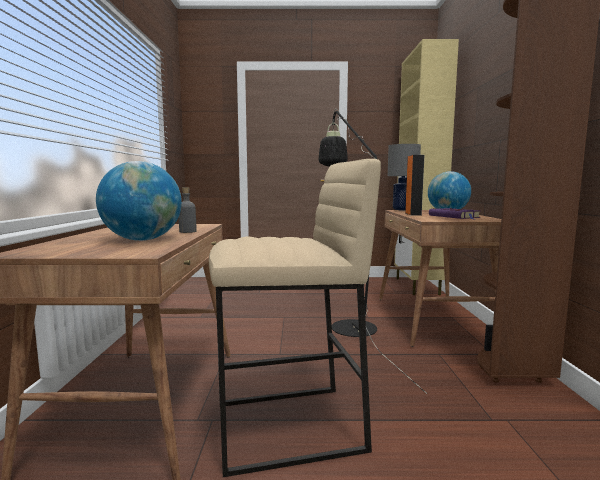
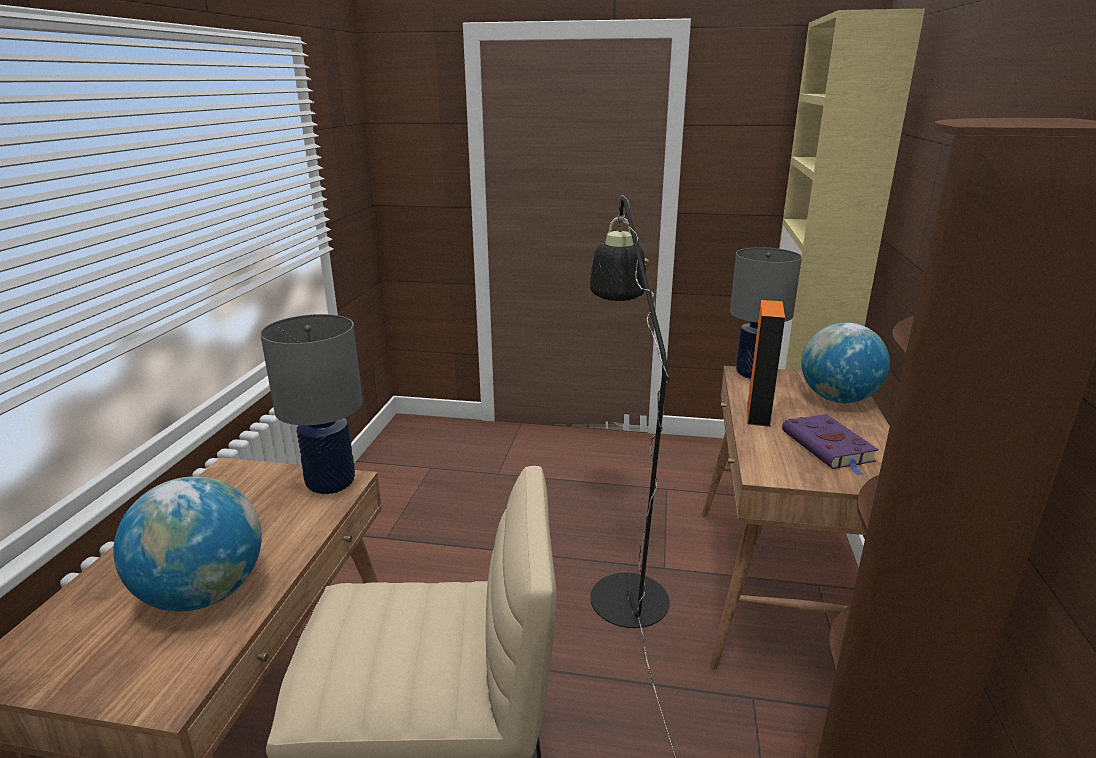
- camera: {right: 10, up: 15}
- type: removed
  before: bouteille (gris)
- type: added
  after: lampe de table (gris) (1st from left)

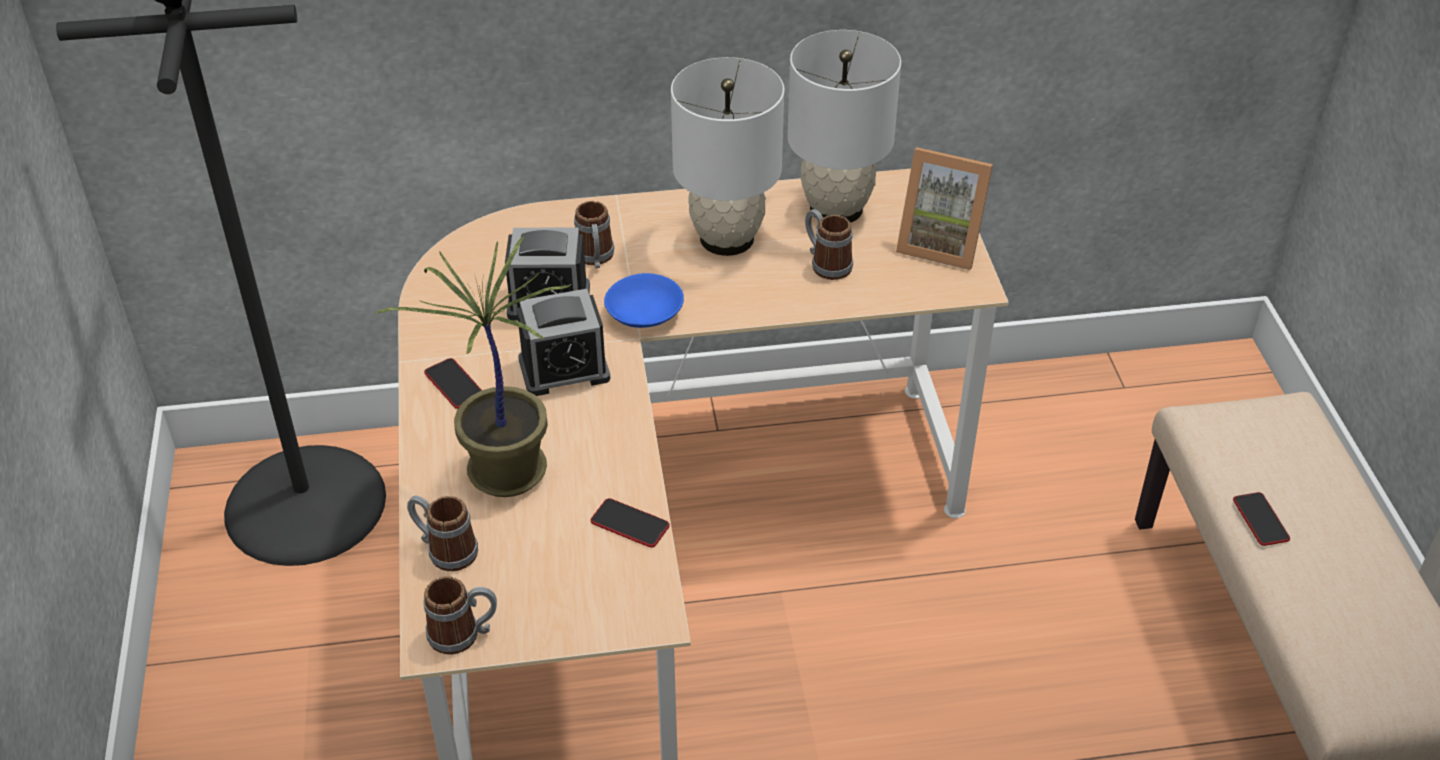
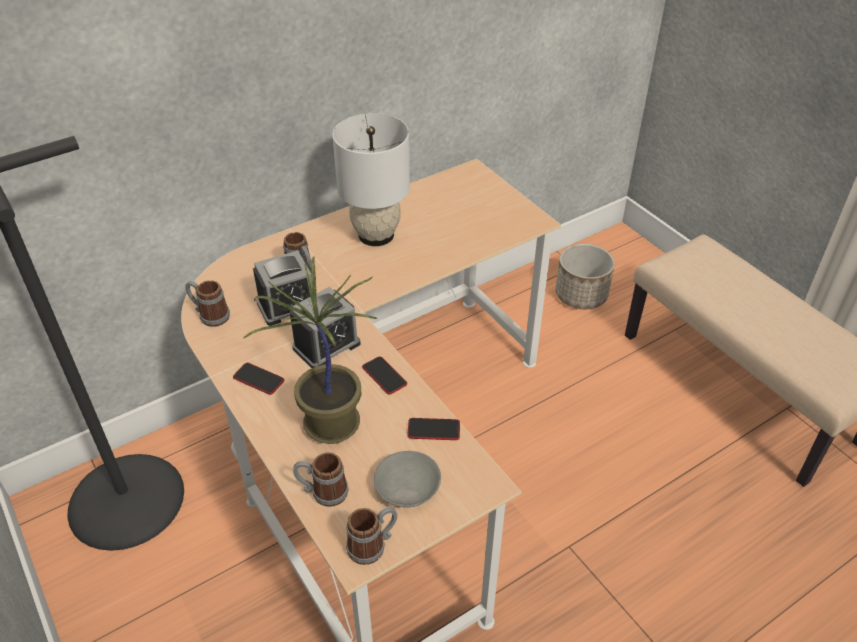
- camera: {right: -25, up: 0}
- type: removed
  before: lampe de table (blanc) (2nd from left)
- type: removed
  before: cadre photo
- type: moved
  before: mug (4th from left in the first image)
  after: mug (1st from left)
- type: removed
  before: bol (bleu)
- type: moved
  before: téléphone (3rd from left in the first image)
  after: téléphone (2nd from left)
- type: added
  after: cache-pot
- type: added
  after: bol (gris)

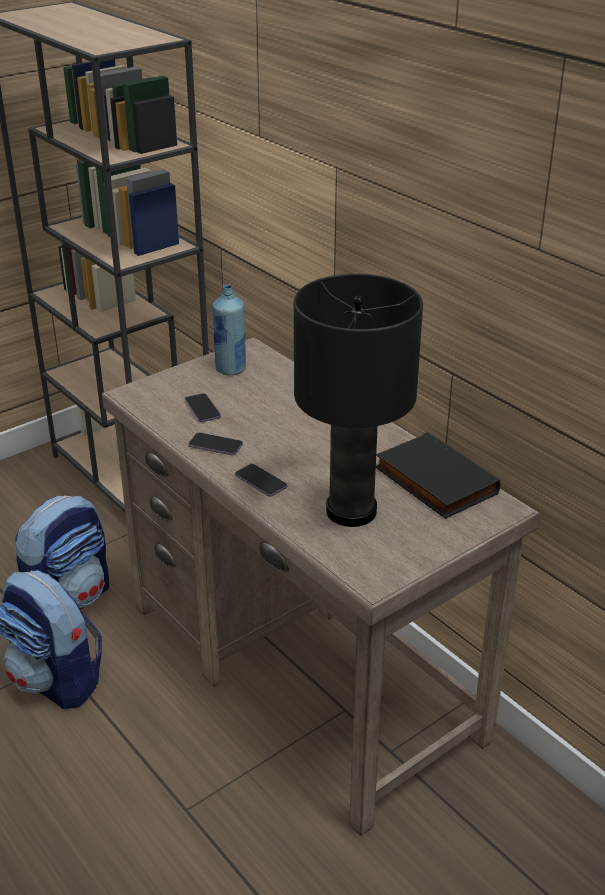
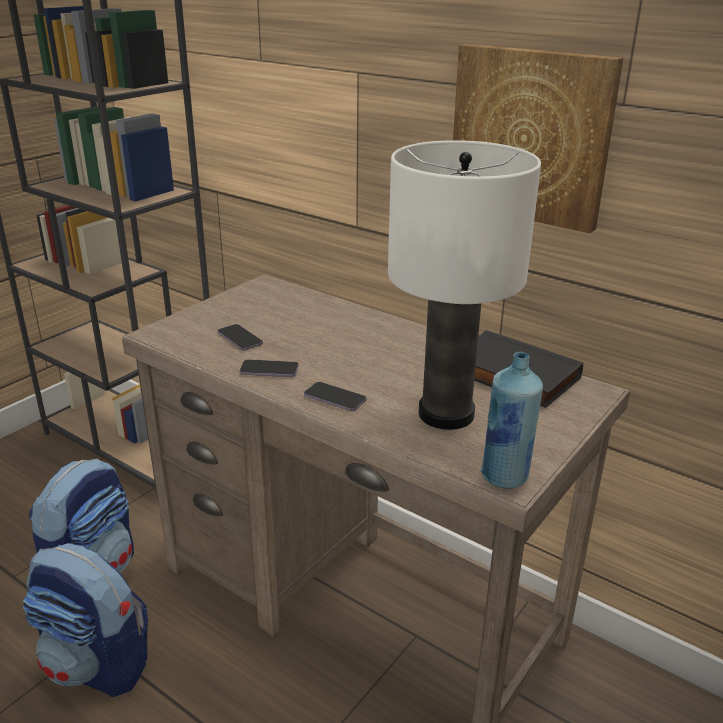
- camera: {right: -15, up: -5}
- type: recoloured
  before: lampe de table (noir)
  after: lampe de table (blanc)
- type: moved
  before: bouteille (bleu)
- type: added
  after: tableau

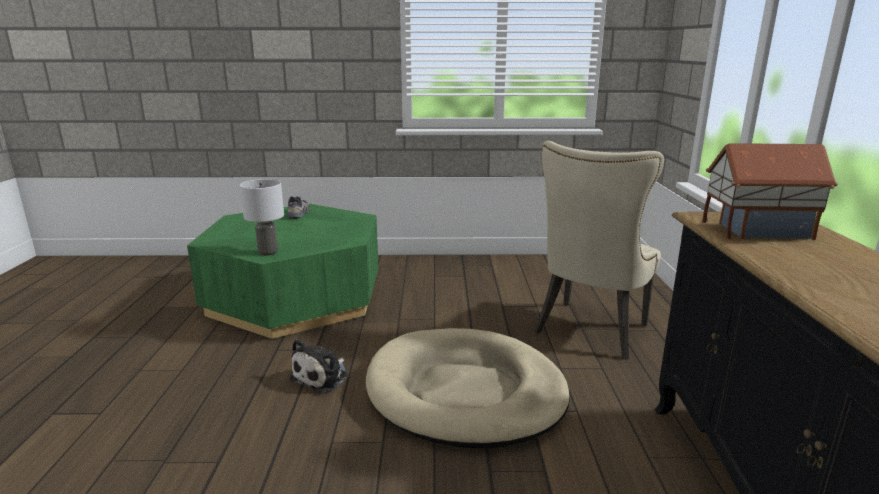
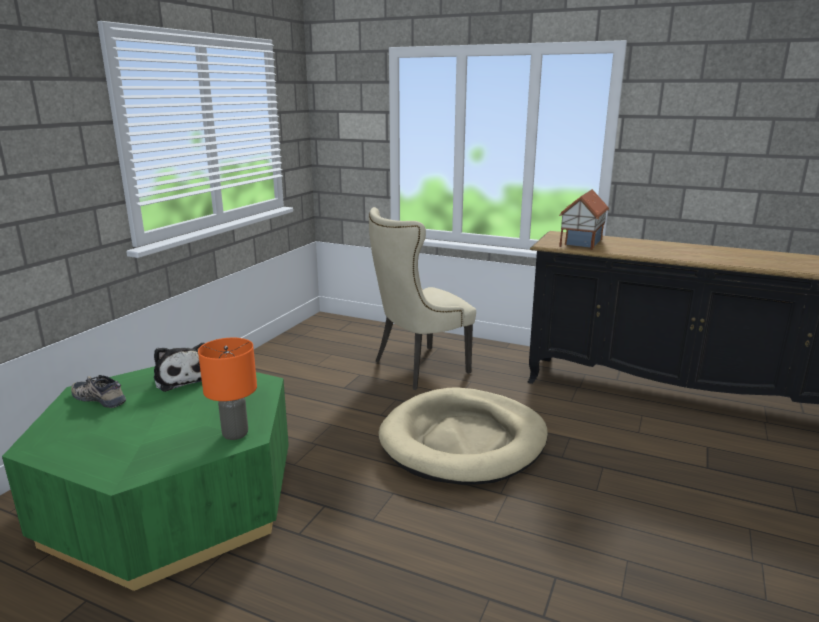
- camera: {right: -65, up: 0}
- type: turned
  before: chaise (beige)
  turn: 90
- type: recoloured
  before: lampe de table (blanc)
  after: lampe de table (orange)
- type: moved
  before: peluche

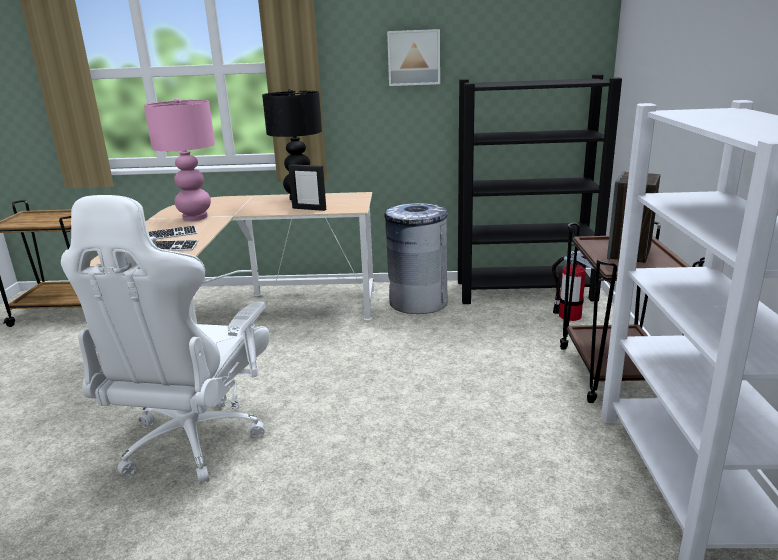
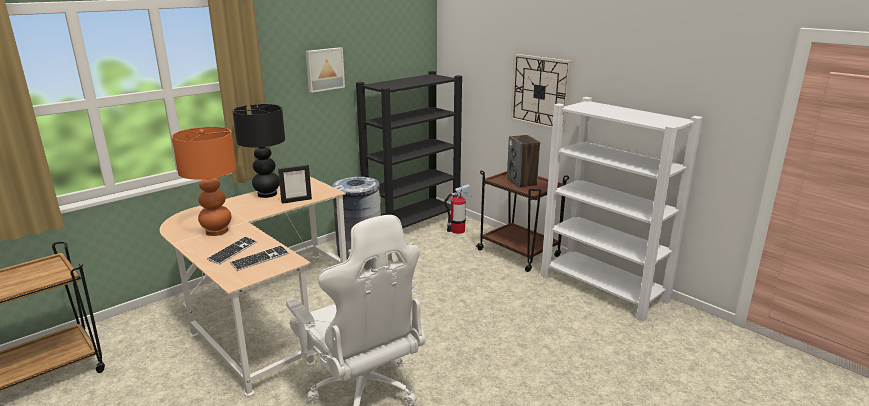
- camera: {right: -45, up: 0}
- type: recoloured
  before: lampe de table (rose)
  after: lampe de table (orange)
- type: added
  after: horloge murale

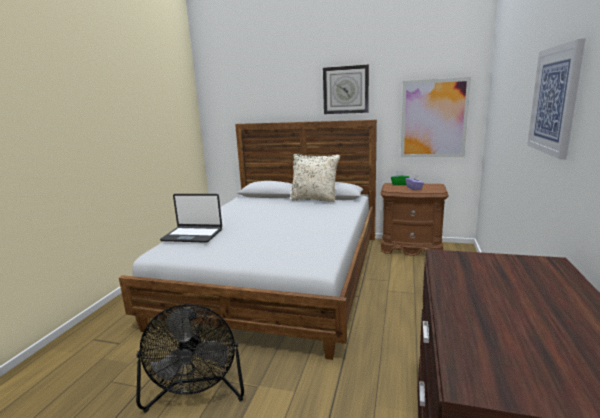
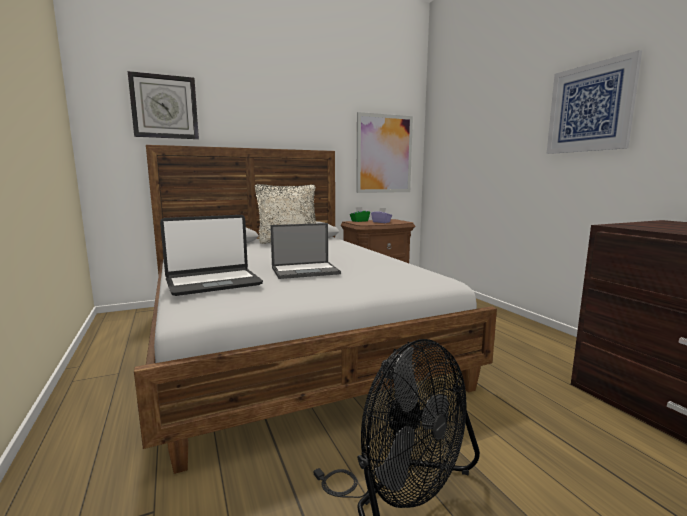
- camera: {right: -40, up: -5}
- type: moved
  before: horloge murale
- type: added
  after: ordinateur portable (2nd from left)

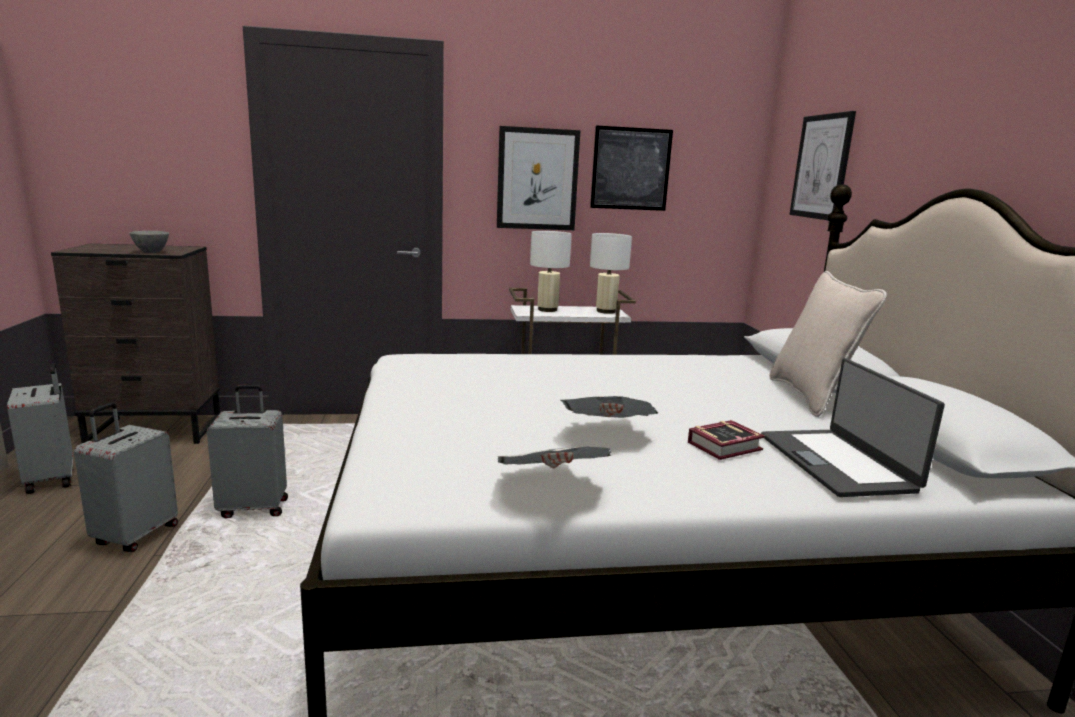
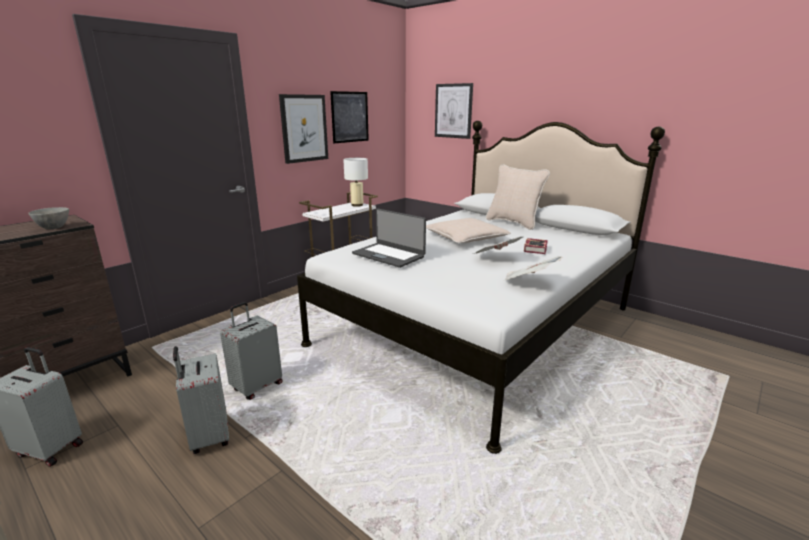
- camera: {right: -40, up: 5}
- type: removed
  before: lampe de table (blanc) (1st from left)
- type: moved
  before: ordinateur portable
- type: added
  after: coussin (beige) (1st from left)

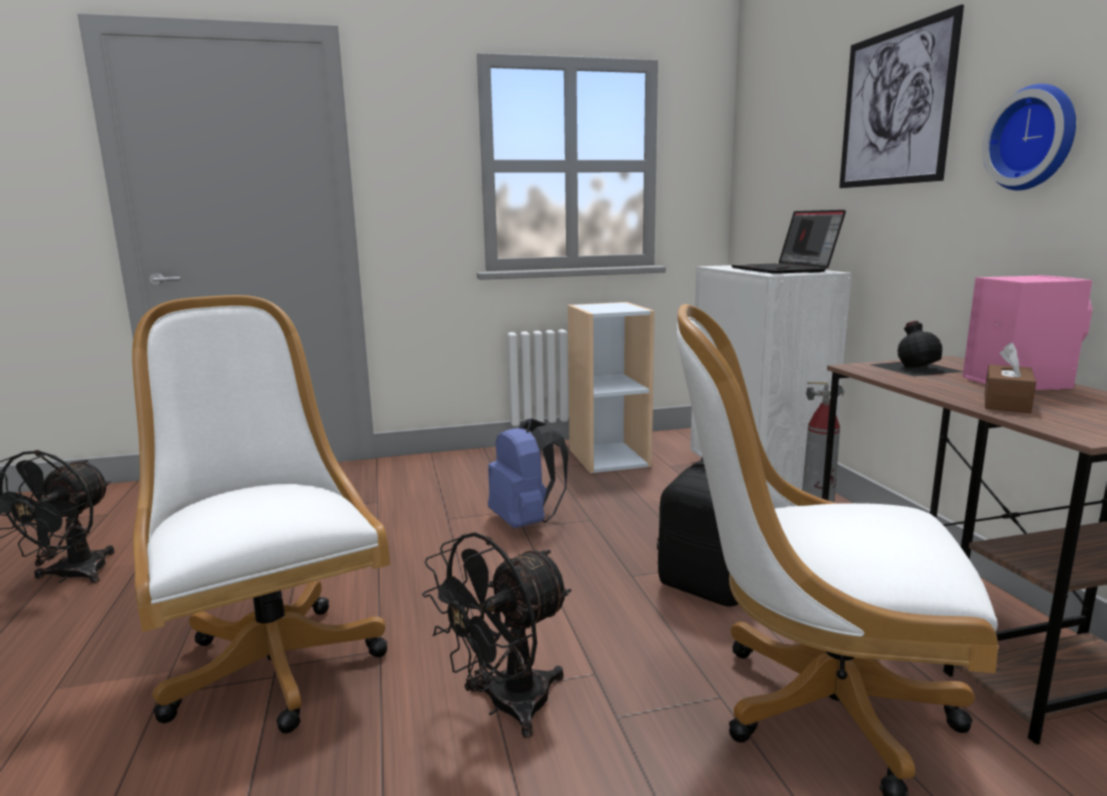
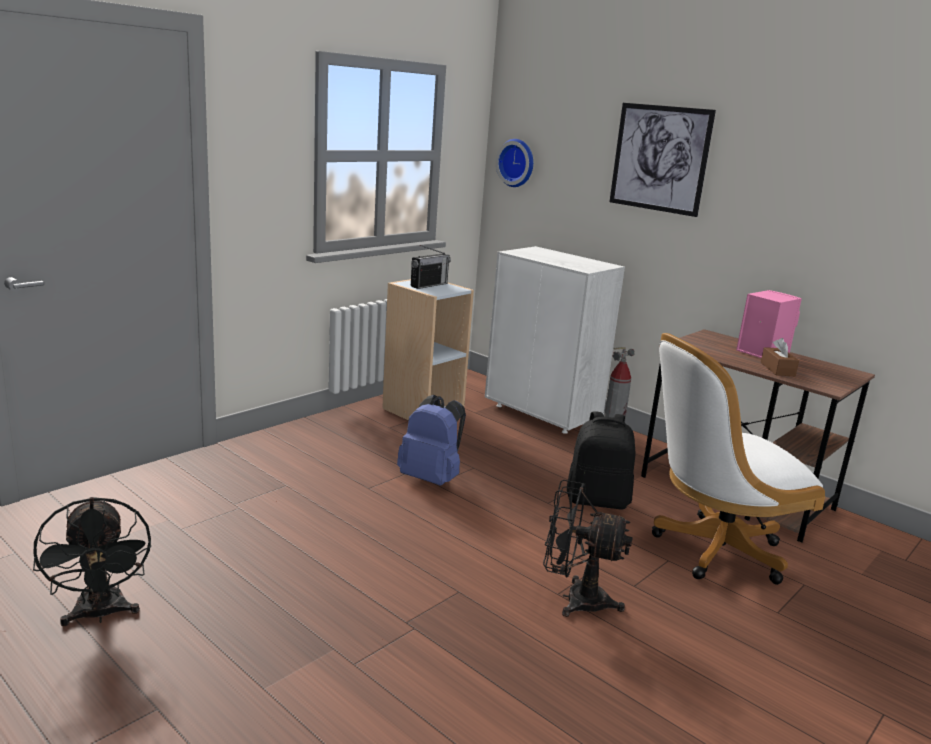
- camera: {right: -35, up: 5}
- type: moved
  before: horloge murale
- type: removed
  before: ordinateur portable
- type: removed
  before: chaise de bureau (blanc) (1st from left)
- type: removed
  before: bouteille (noir)
- type: turned
  before: ventilateur (noir) (2nd from left)
  turn: 90
- type: added
  after: radio

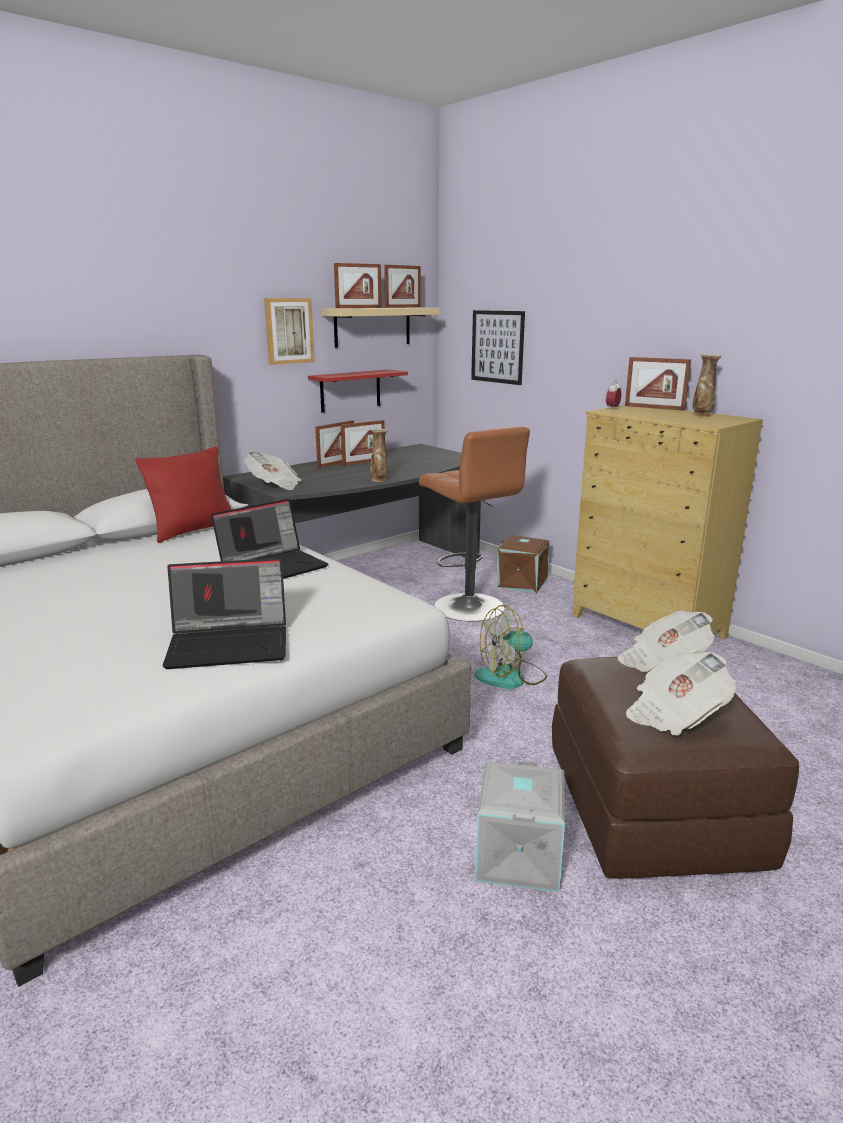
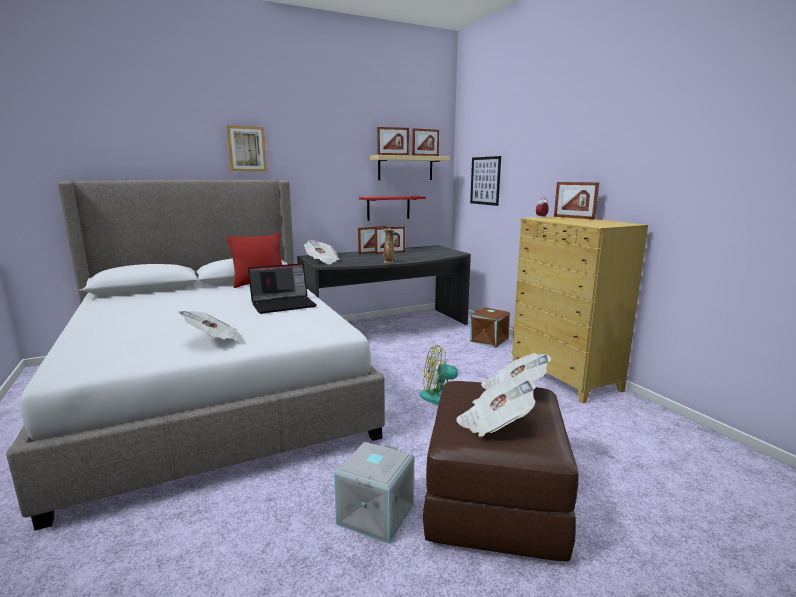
- camera: {right: 15, up: -5}
- type: moved
  before: tableau (1st from left)
- type: removed
  before: vase (2nd from left)
- type: removed
  before: tabouret (marron)
- type: replaced
  before: ordinateur portable (1st from left)
  after: journal (1st from left)

